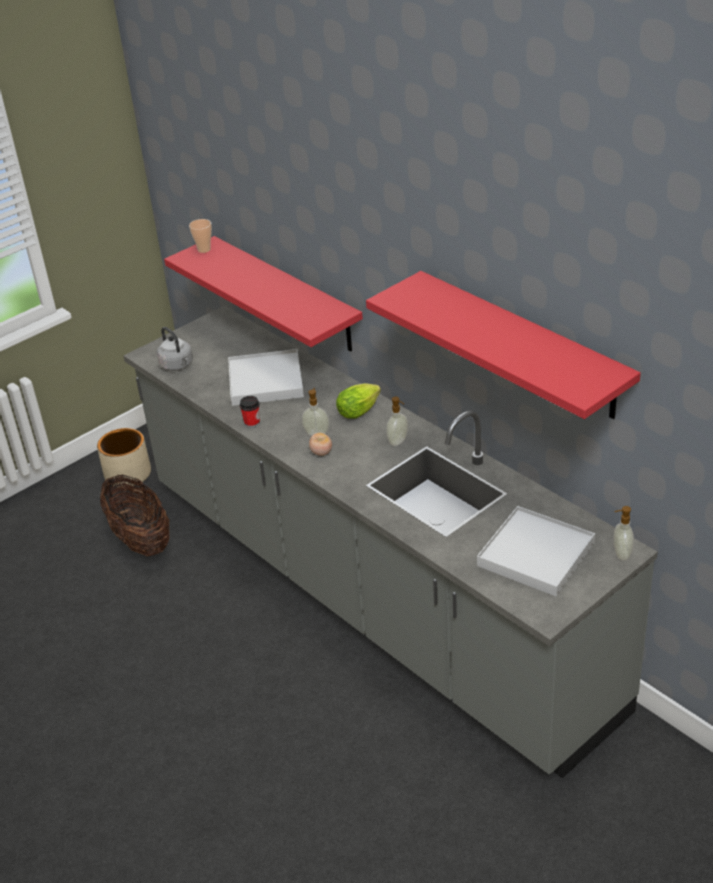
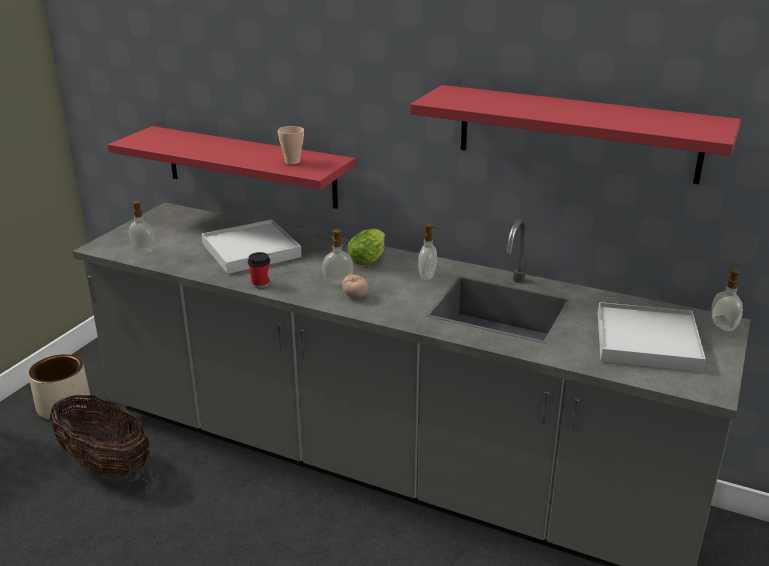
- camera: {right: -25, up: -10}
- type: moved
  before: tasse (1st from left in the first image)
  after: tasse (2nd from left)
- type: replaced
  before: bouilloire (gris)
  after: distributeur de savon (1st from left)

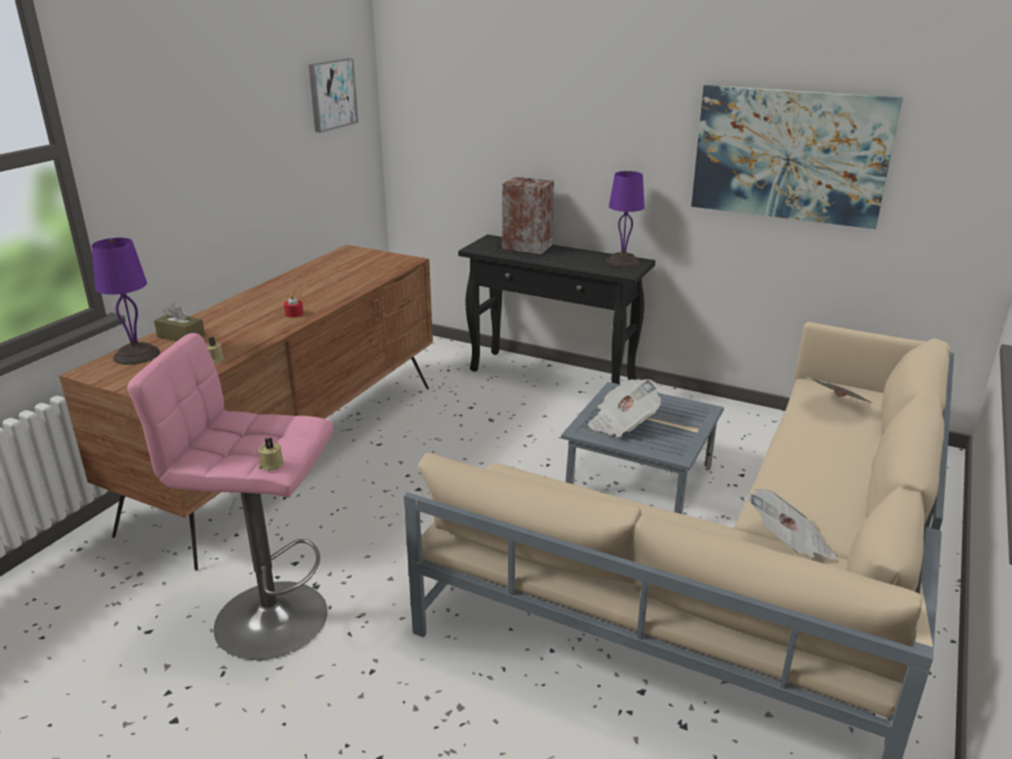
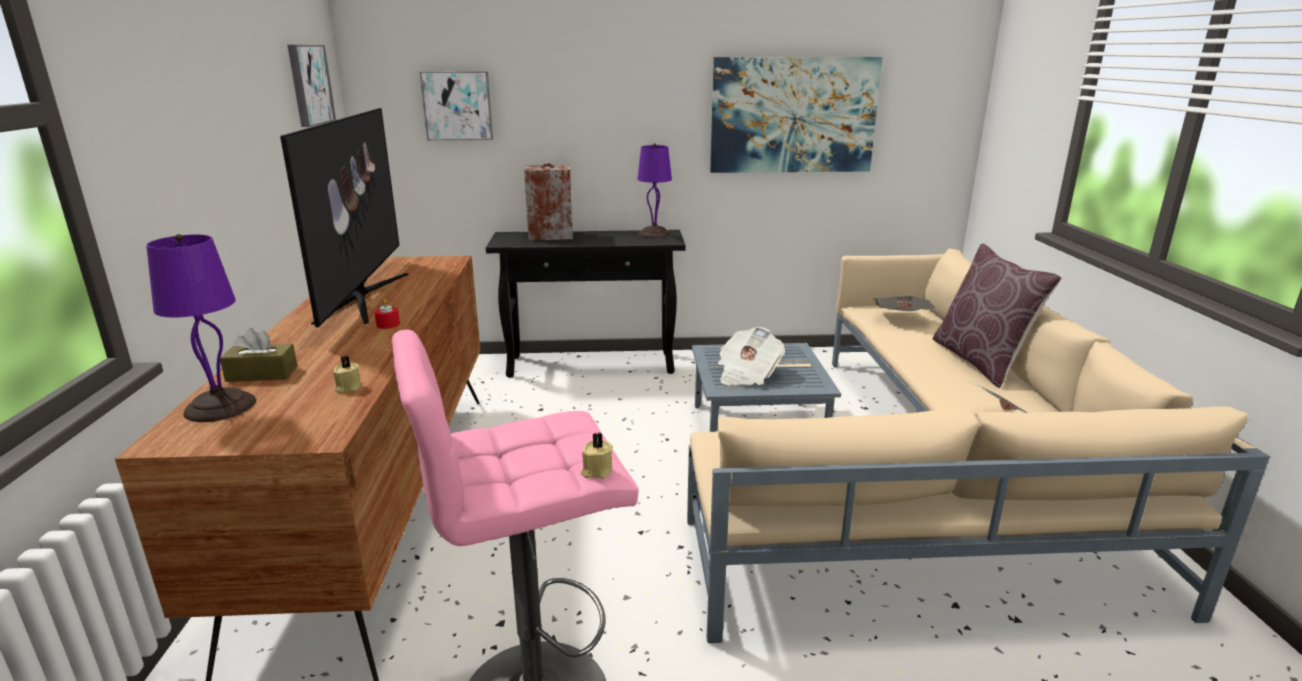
- camera: {right: -30, up: -5}
- type: added
  after: tableau (2nd from left)
- type: added
  after: téléviseur
- type: added
  after: coussin (marron)

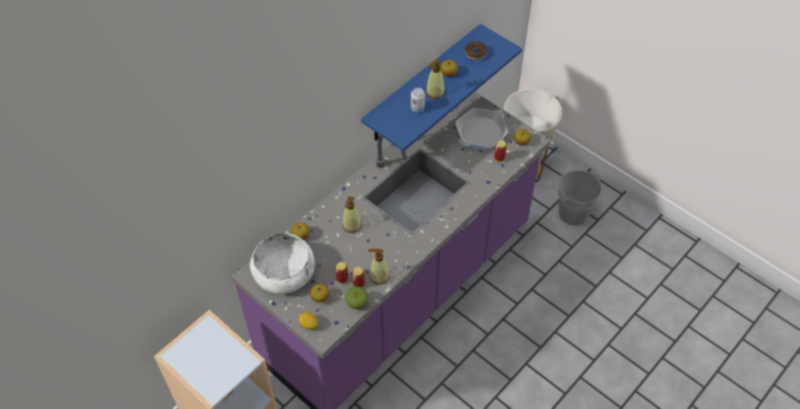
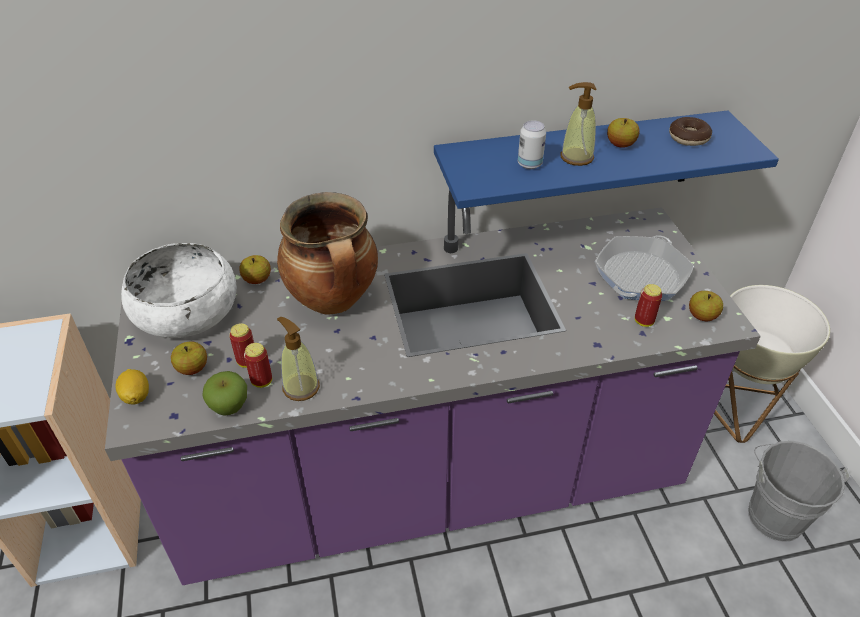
- camera: {right: 35, up: -10}
- type: turned
  before: poêle
  turn: 135
- type: replaced
  before: distributeur de savon (1st from left)
  after: marmite

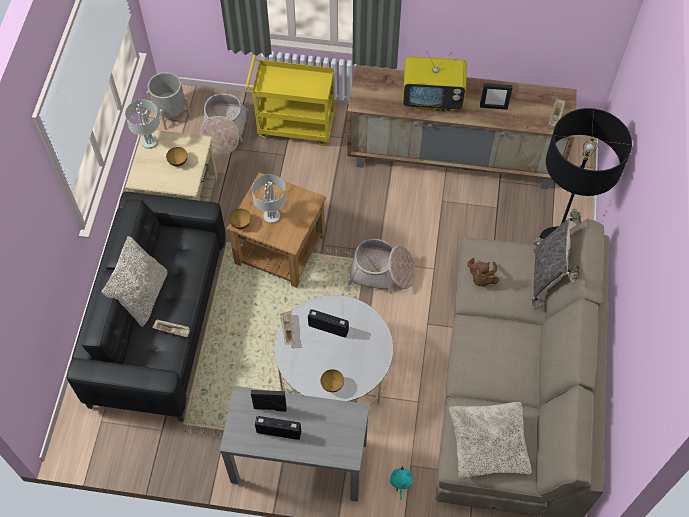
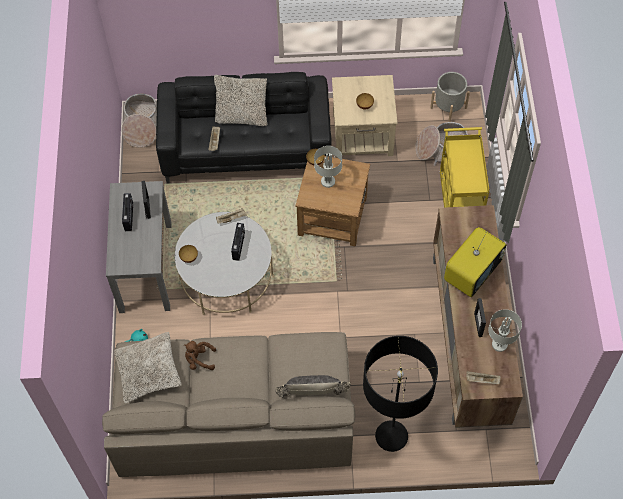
- camera: {right: 80, up: 0}
- type: turned
  before: téléviseur
  turn: -135
- type: moved
  before: lampe de table (gris) (1st from left in the first image)
  after: lampe de table (gris) (2nd from left)
- type: moved
  before: panier (2nd from left in the first image)
  after: panier (1st from left)
- type: moved
  before: peluche (marron)

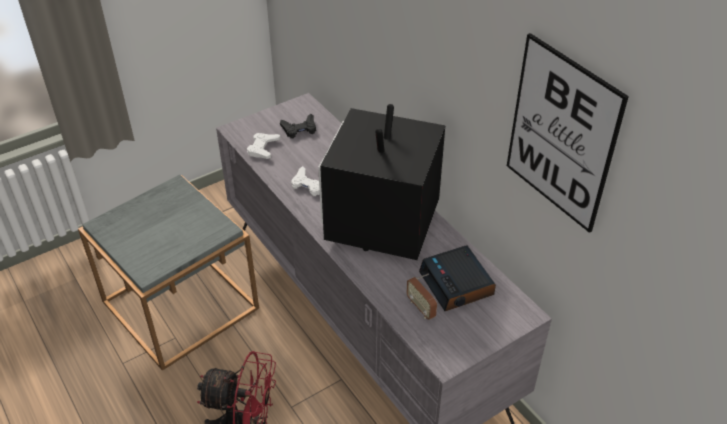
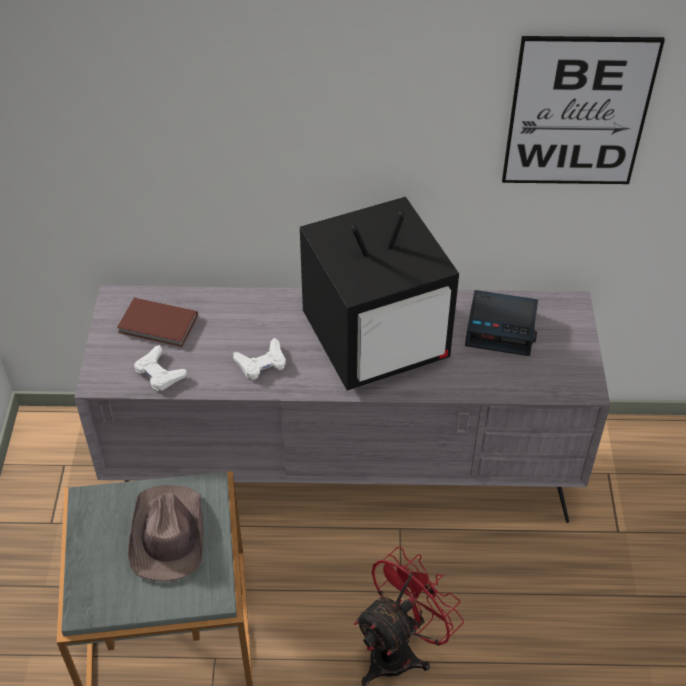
- camera: {right: -55, up: 5}
- type: turned
  before: téléviseur
  turn: -75
- type: replaced
  before: manette (noir)
  after: livre (marron)
- type: removed
  before: radio
- type: added
  after: chapeau (marron)

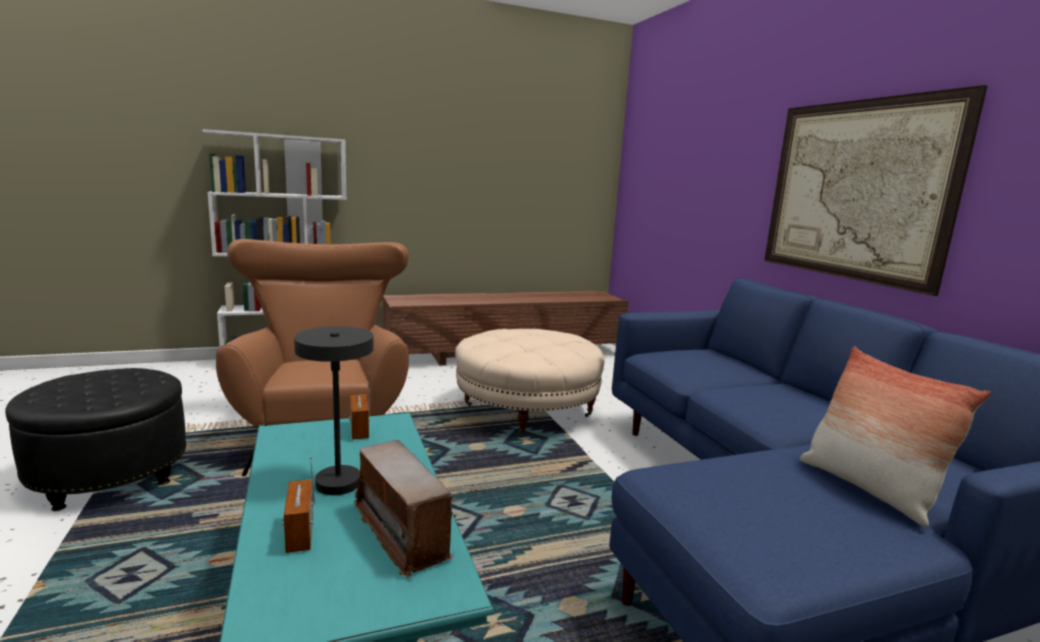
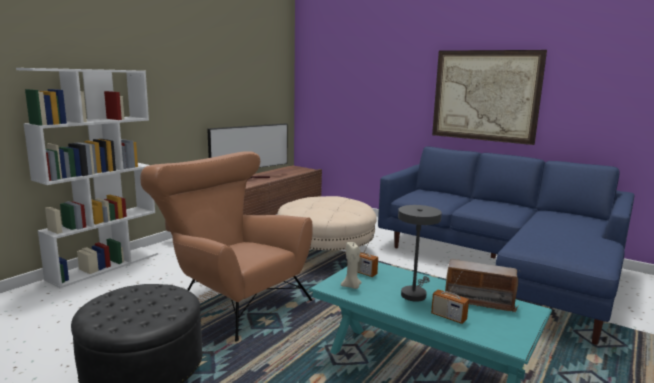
- camera: {right: -35, up: 0}
- type: removed
  before: coussin
- type: added
  after: téléviseur
- type: added
  after: bougie (beige)

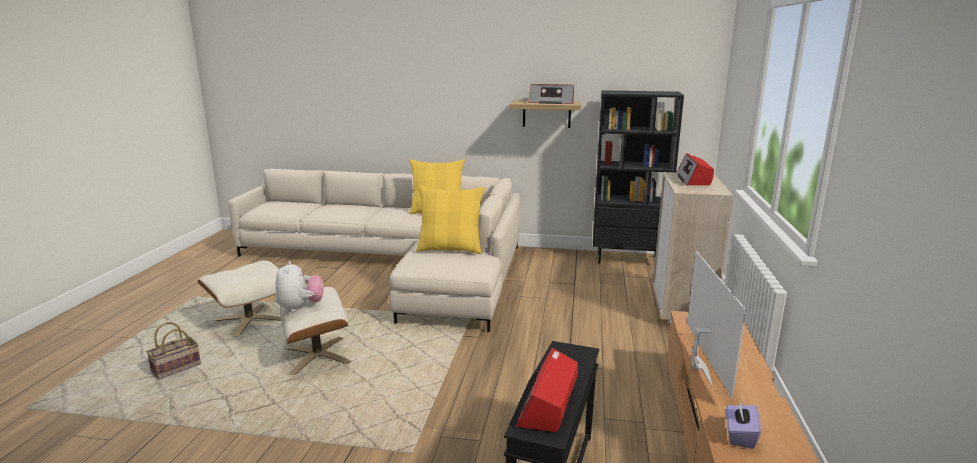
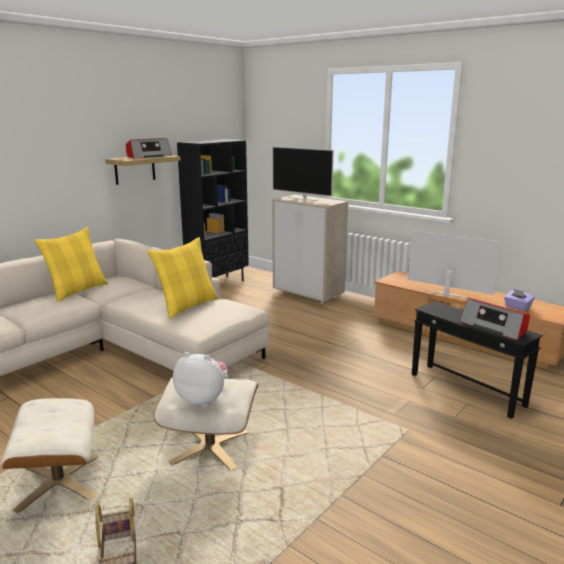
- camera: {right: -60, up: 0}
- type: replaced
  before: radio (3rd from left)
  after: téléviseur (1st from left)

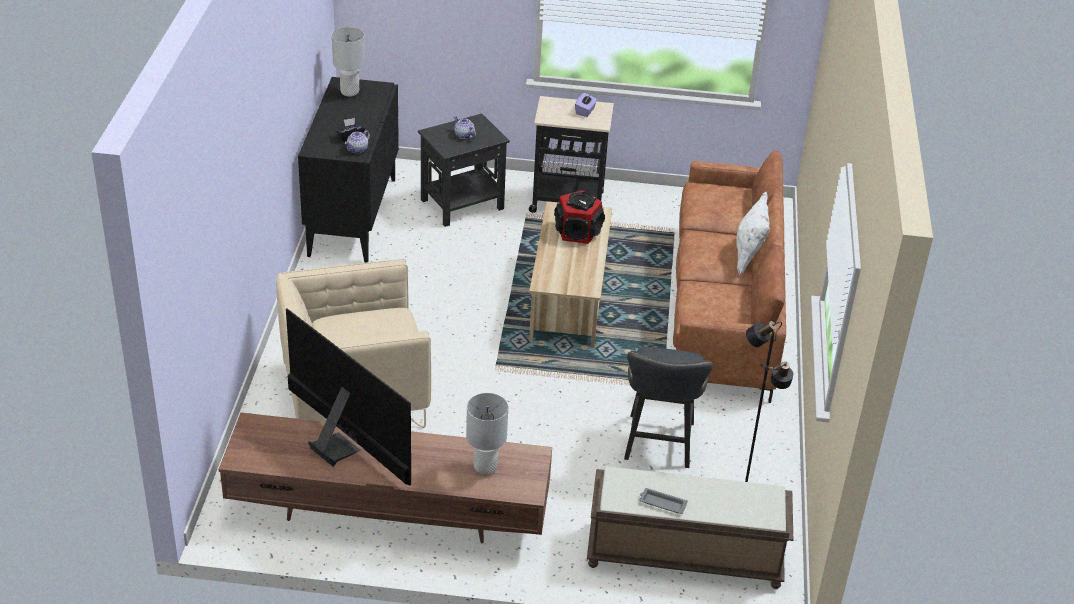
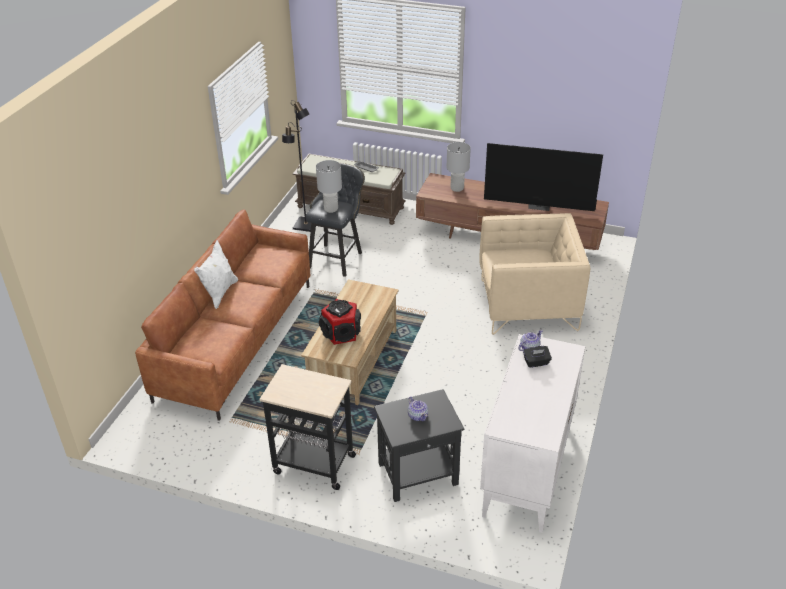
- camera: {right: -165, up: 0}
- type: moved
  before: lampe de table (gris) (1st from left)
- type: recoloured
  before: meuble de rangement (noir)
  after: meuble de rangement (blanc)
- type: removed
  before: boîte à mouchoirs (violet)
- type: turned
  before: téléviseur
  turn: -45

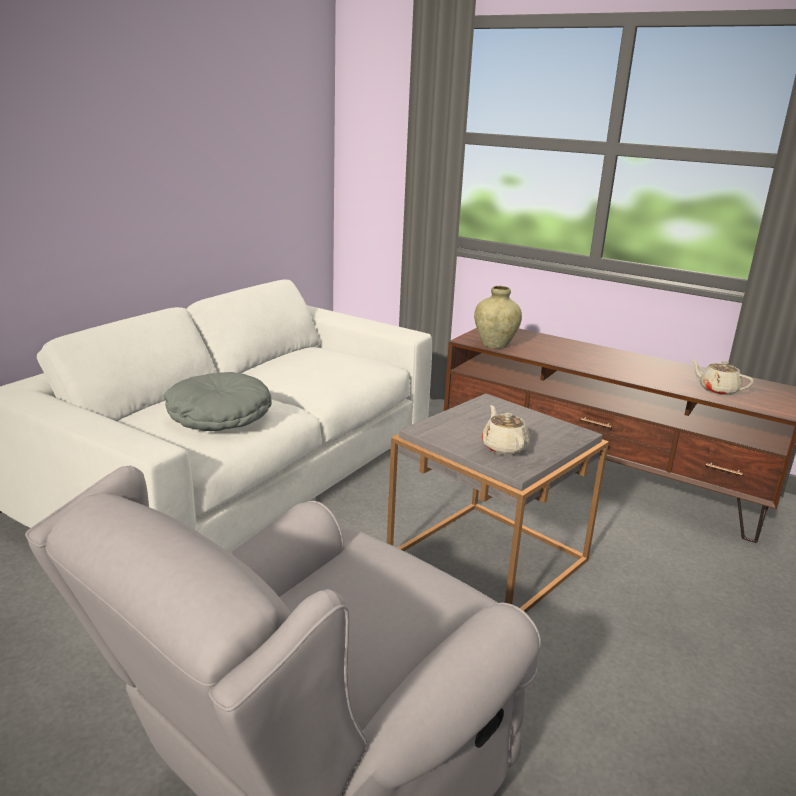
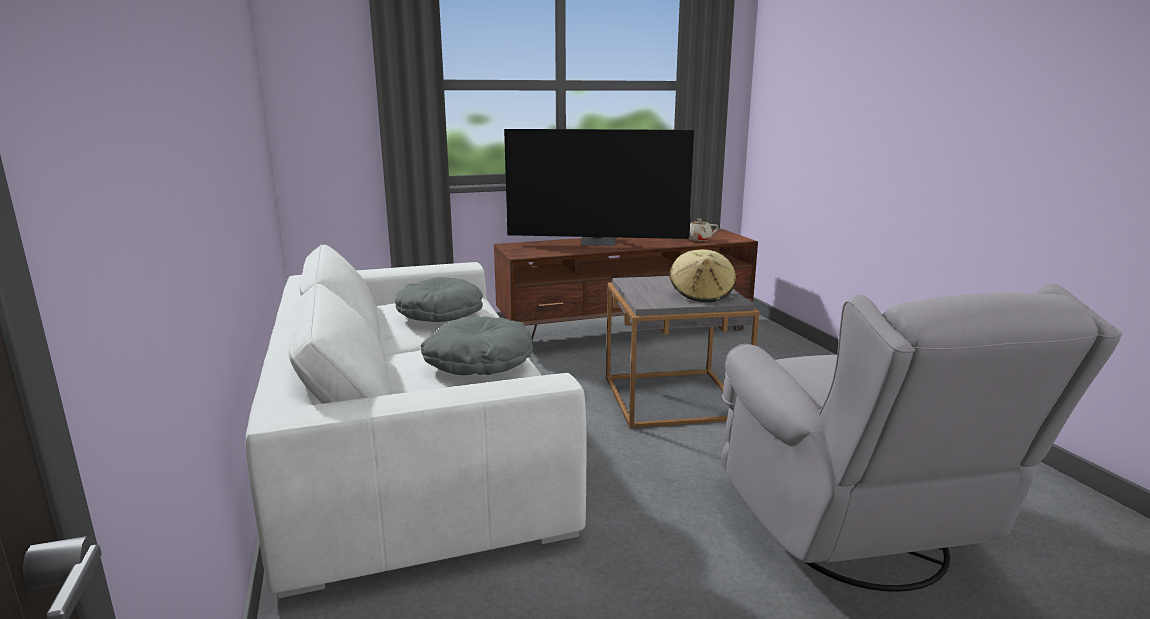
- camera: {right: -50, up: -5}
- type: removed
  before: vase (beige)
- type: replaced
  before: théière (beige) (1st from left)
  after: chapeau (beige)
- type: added
  after: téléviseur
- type: added
  after: coussin (gris) (1st from left)

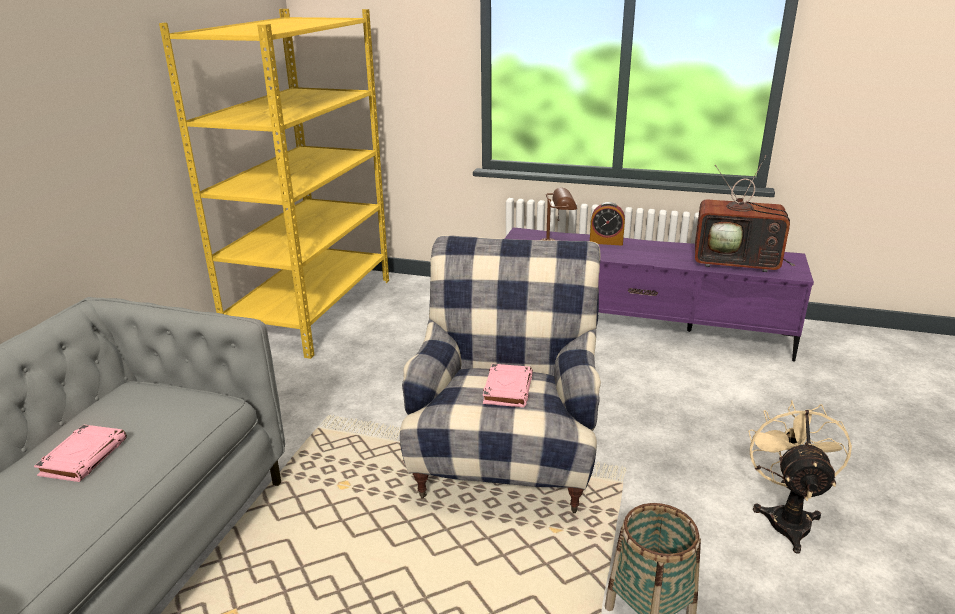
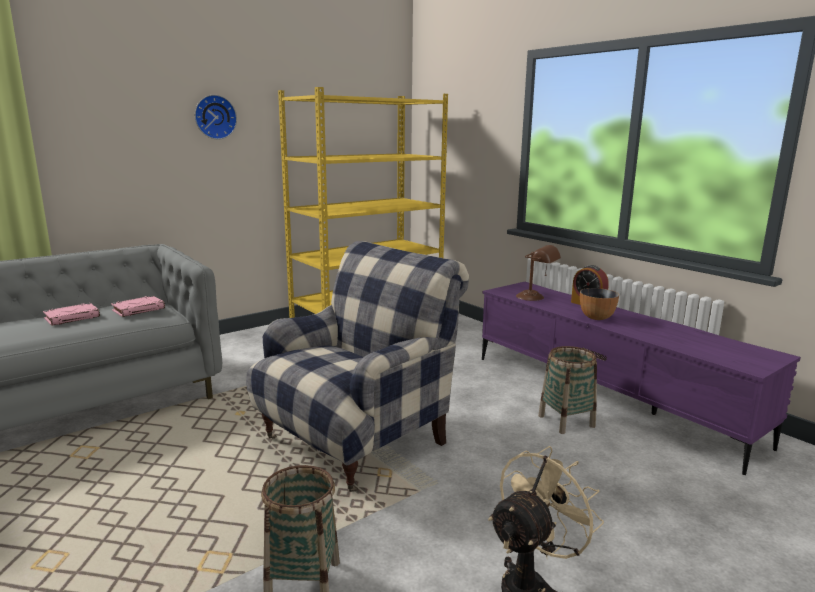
- camera: {right: 35, up: -10}
- type: removed
  before: téléviseur
- type: moved
  before: livre (rose) (2nd from left)
- type: added
  after: horloge murale
- type: added
  after: bol
- type: added
  after: panier (2nd from left)

